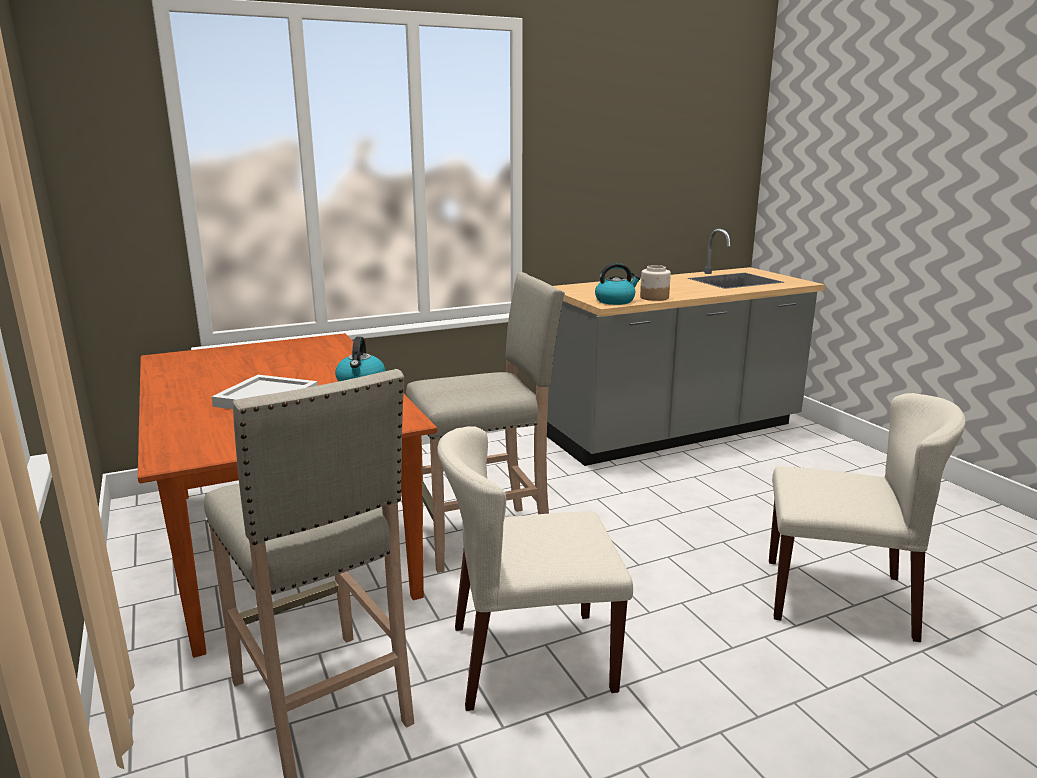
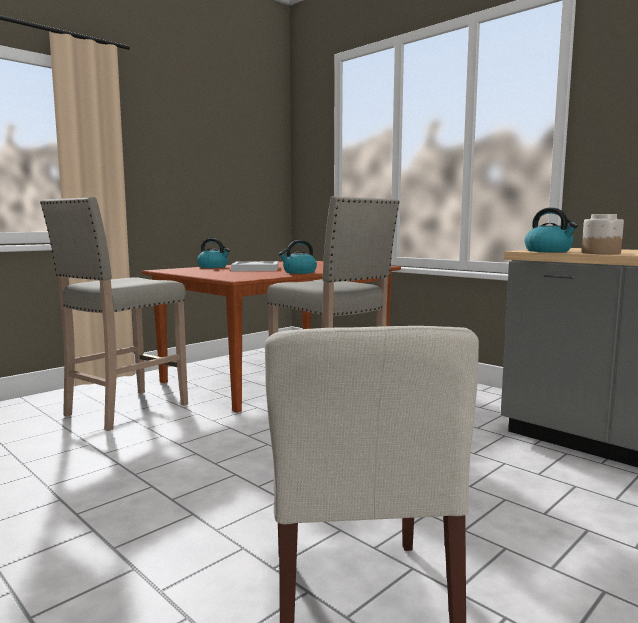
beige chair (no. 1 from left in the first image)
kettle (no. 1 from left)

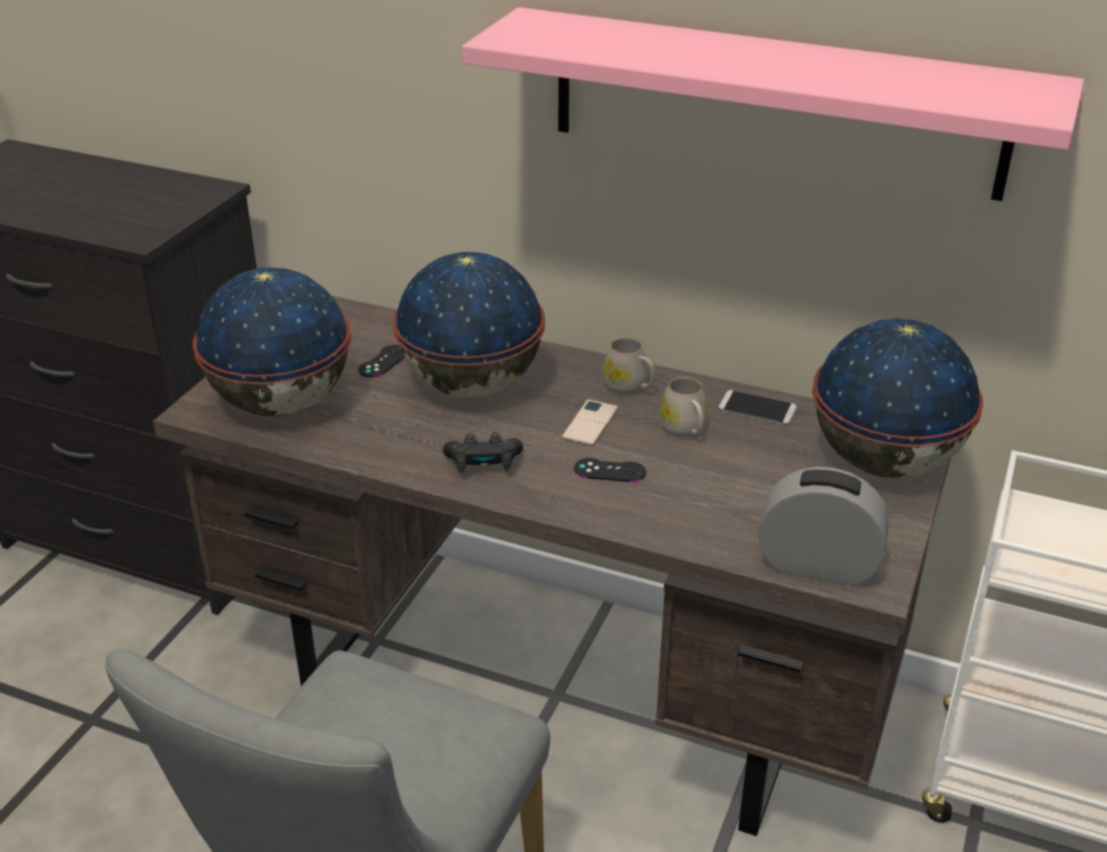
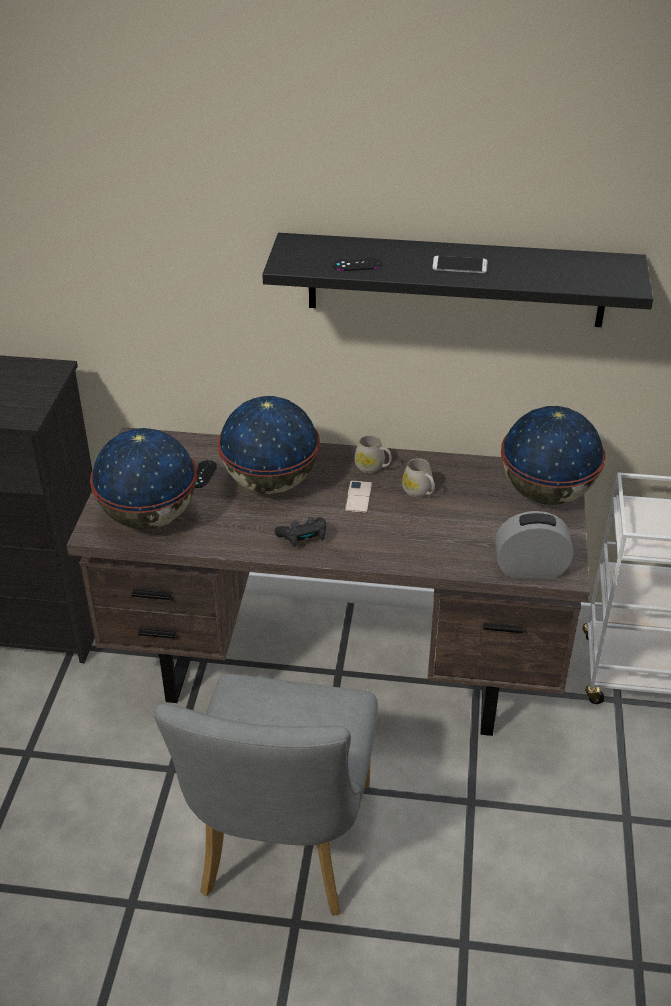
black shelf
black game controller (no. 3 from left)
phone (no. 2 from left)

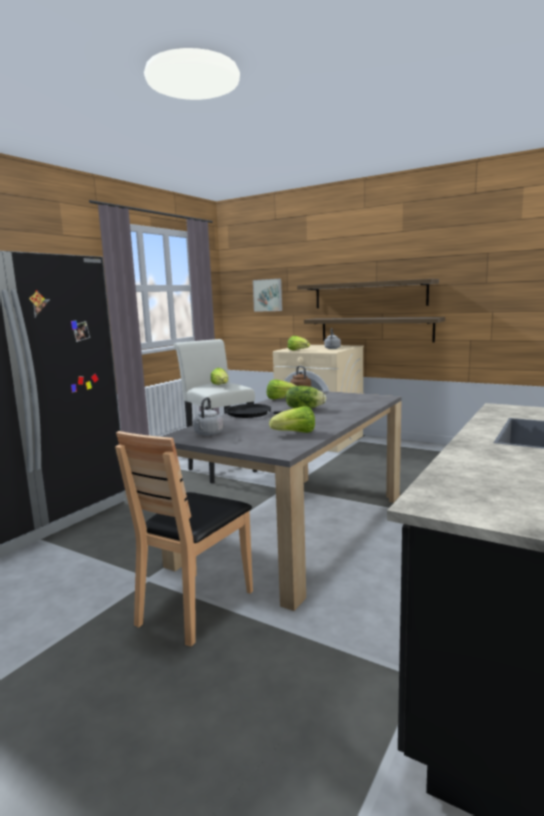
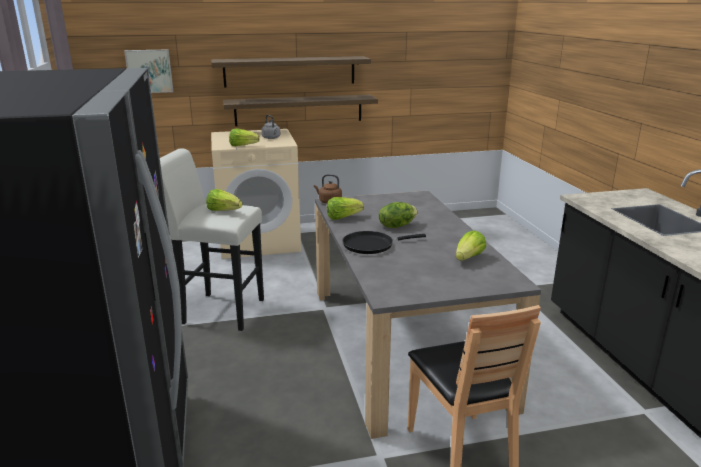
grey kettle (no. 1 from left in the first image)

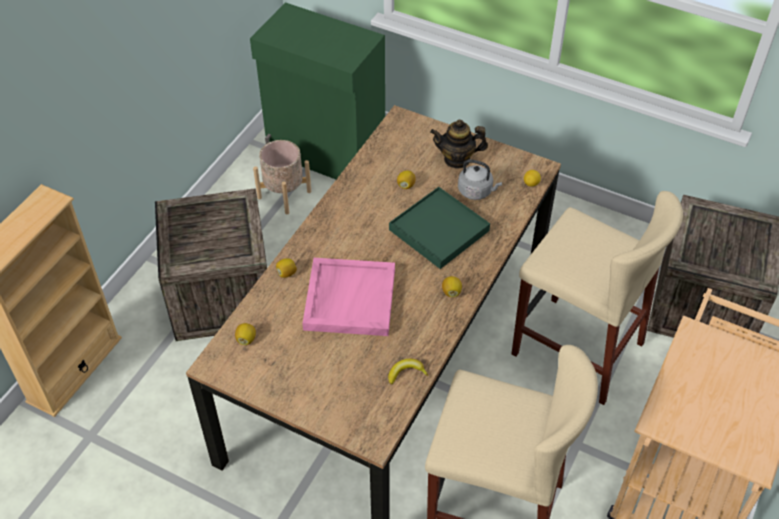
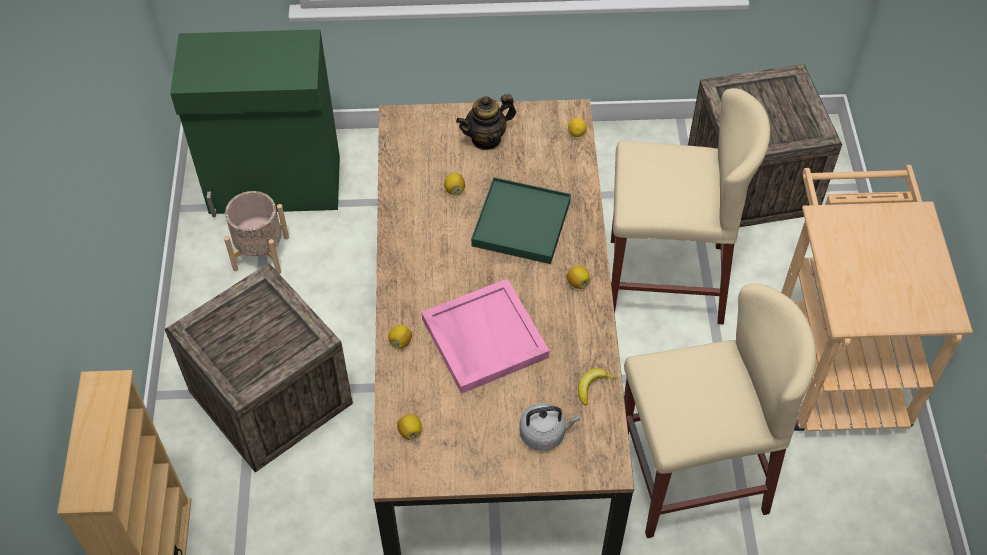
grey kettle

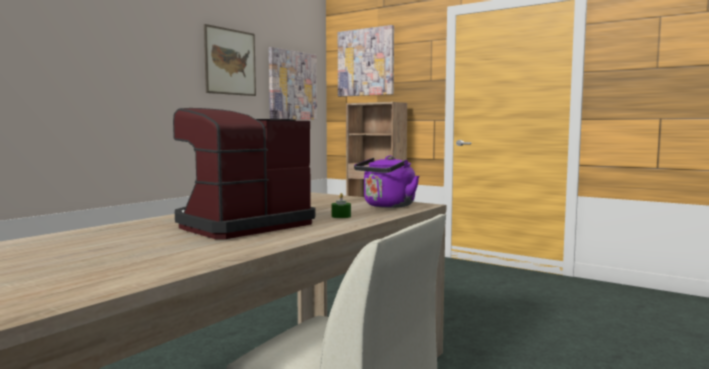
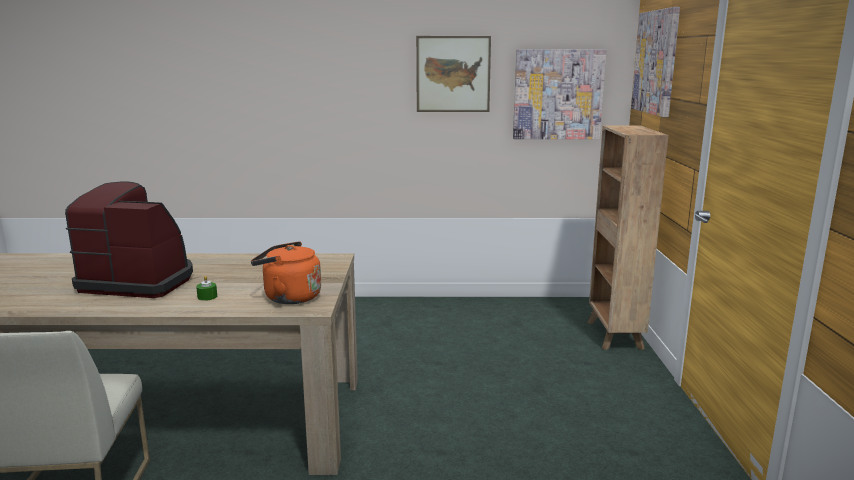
orange kettle

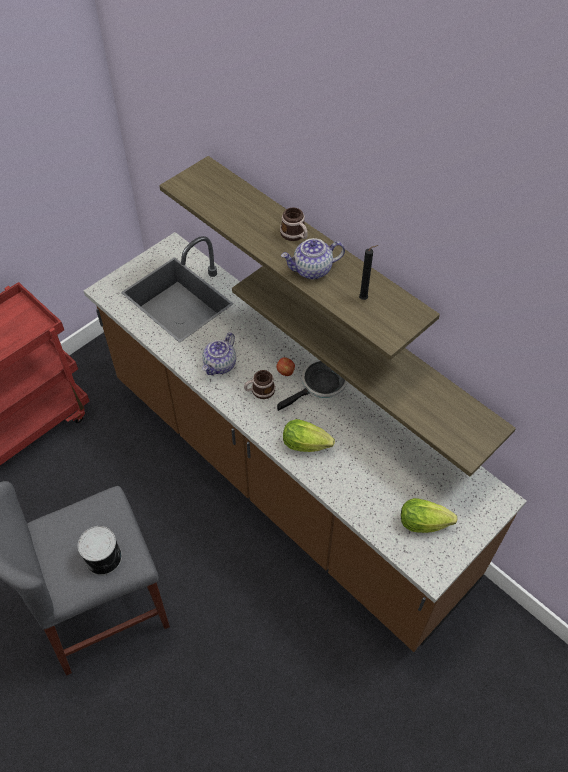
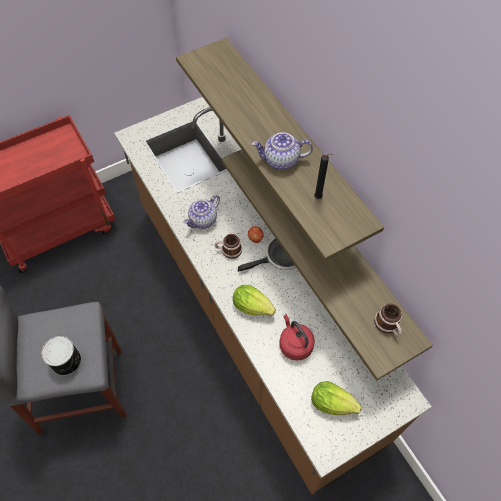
mug (no. 2 from left)
red kettle

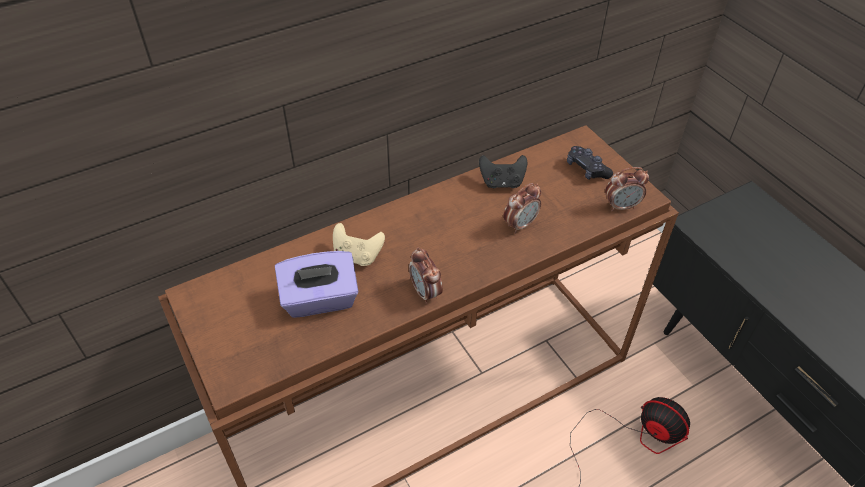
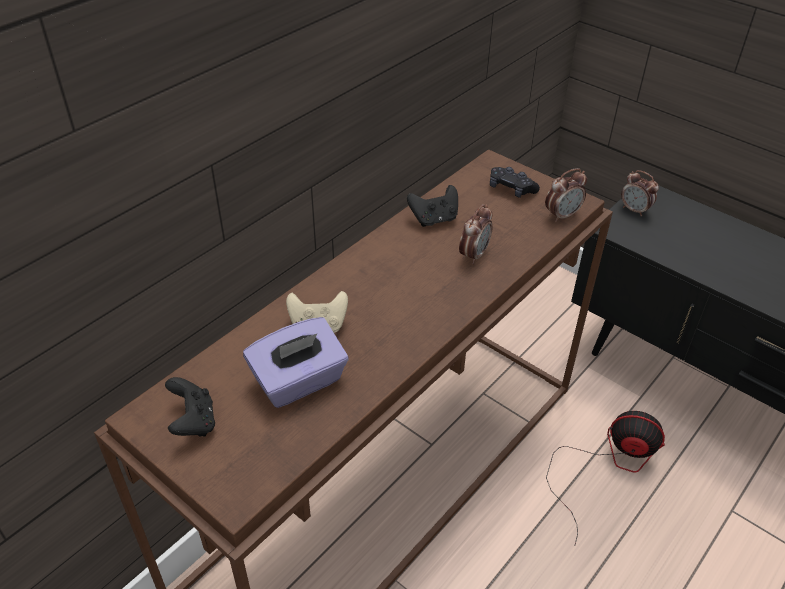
alarm clock (no. 3 from left)
black game controller (no. 1 from left)

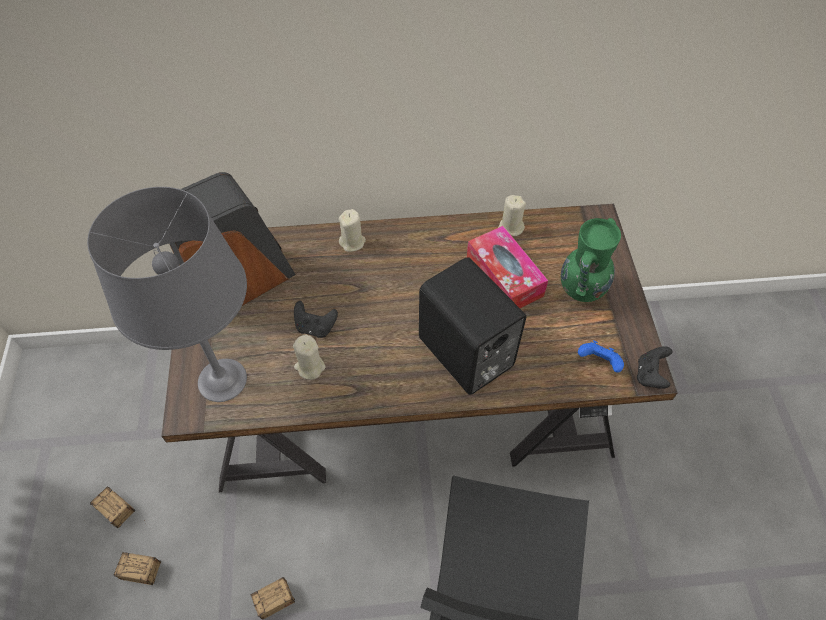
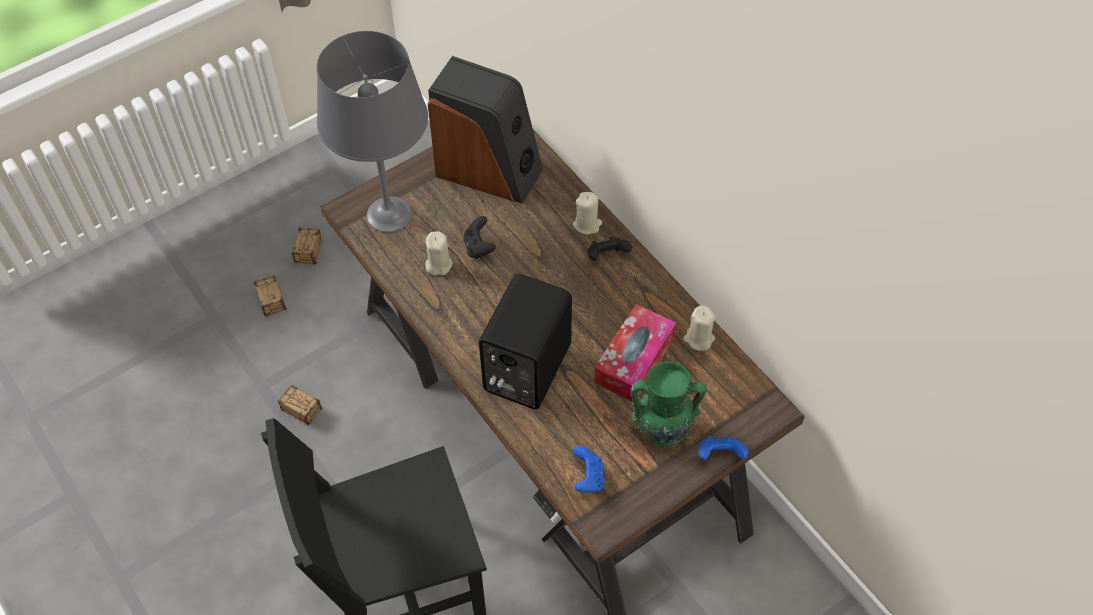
black game controller (no. 2 from left)
blue game controller (no. 2 from left)

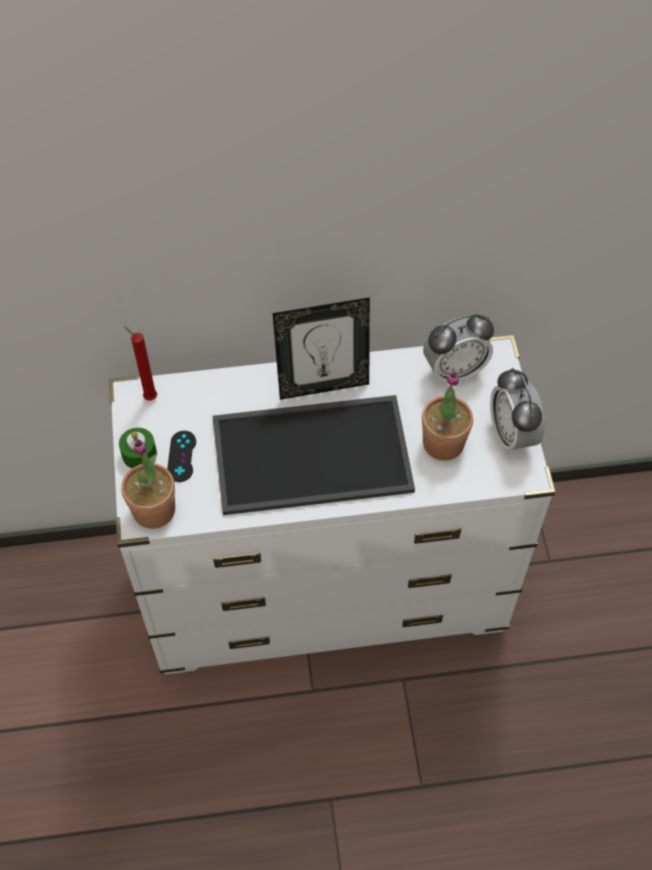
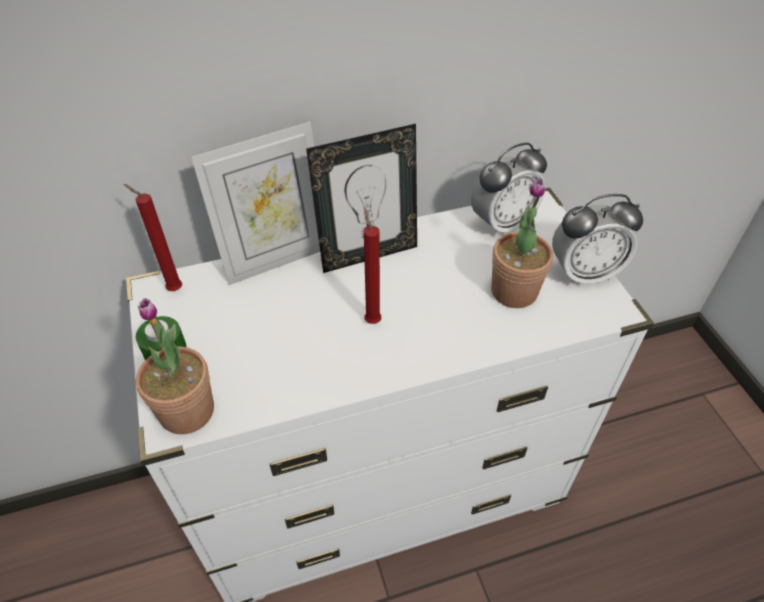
black game controller
red candle (no. 2 from left)
alarm clock (no. 2 from left)
picture frame (no. 1 from left)

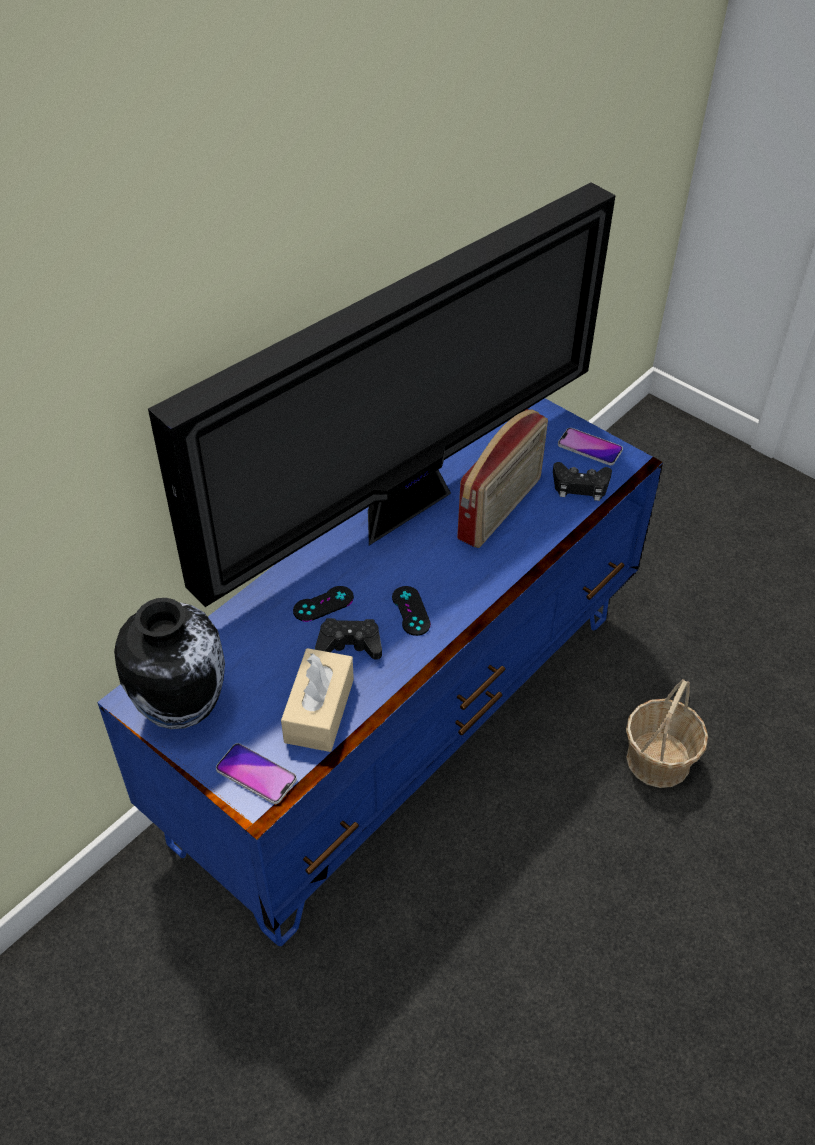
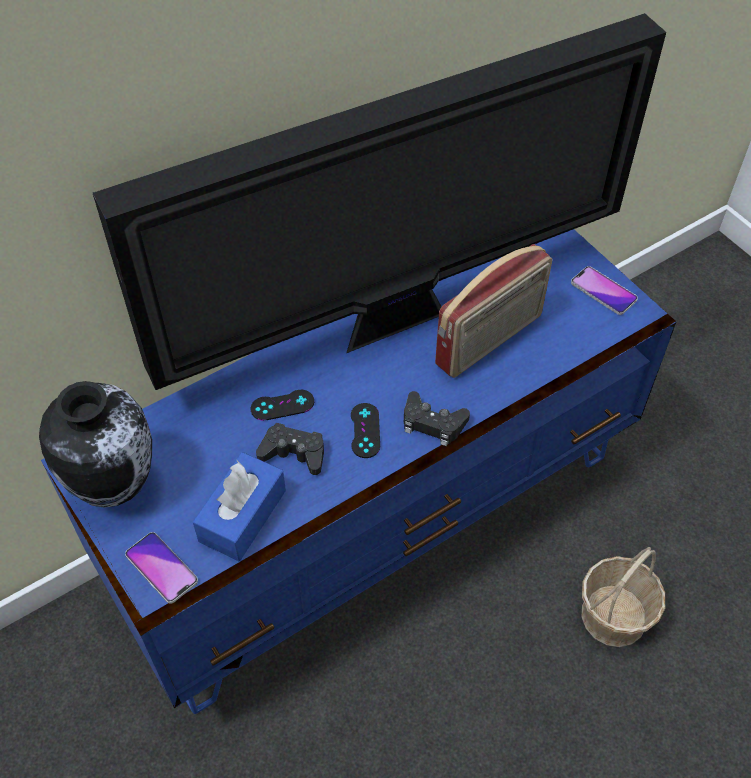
blue tissue box
black game controller (no. 4 from left)

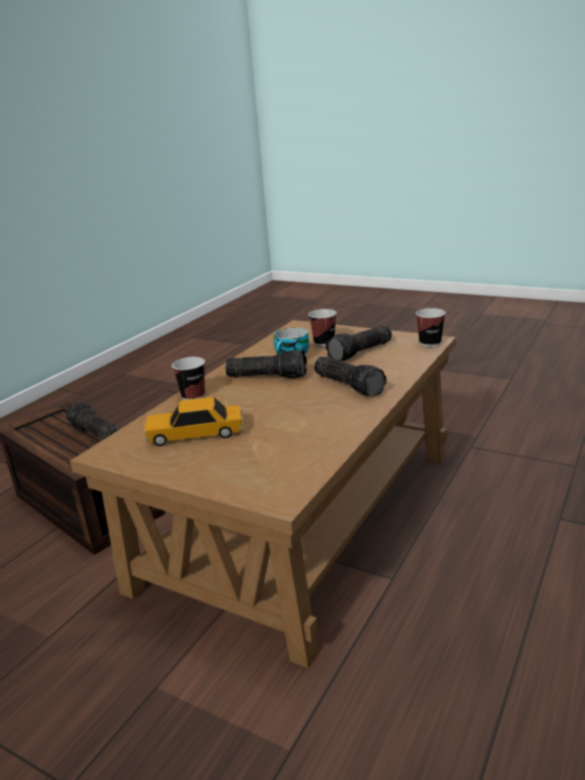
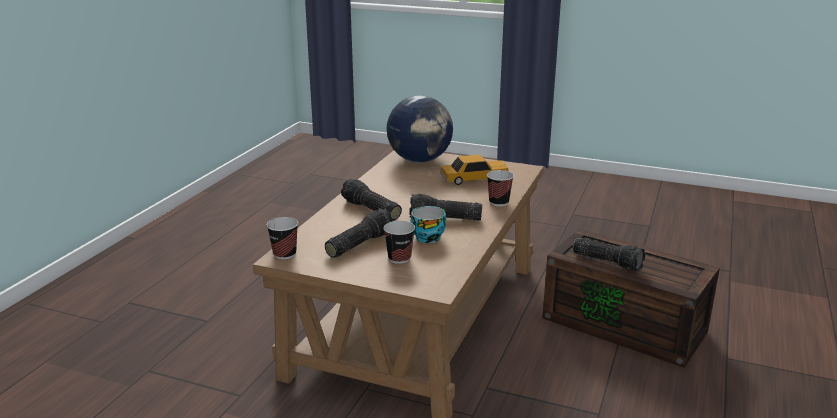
globe

